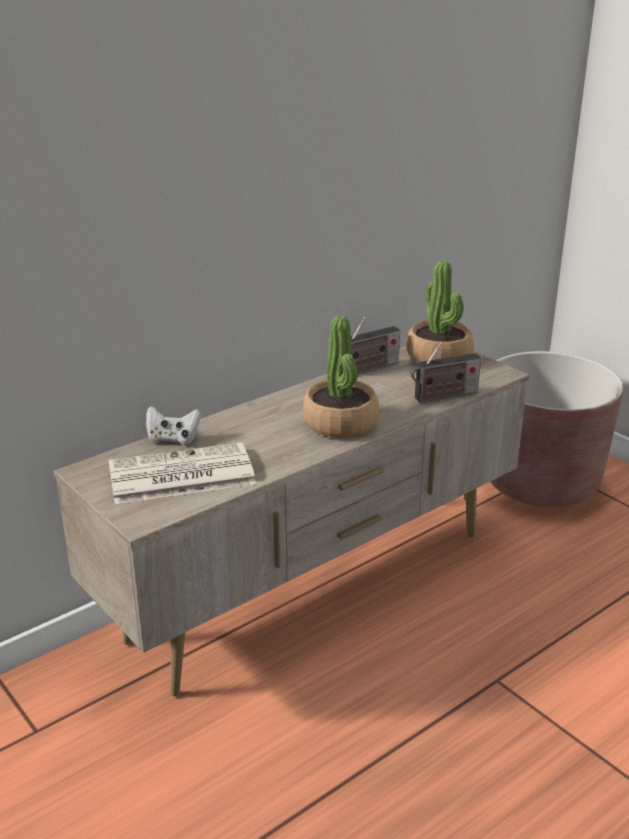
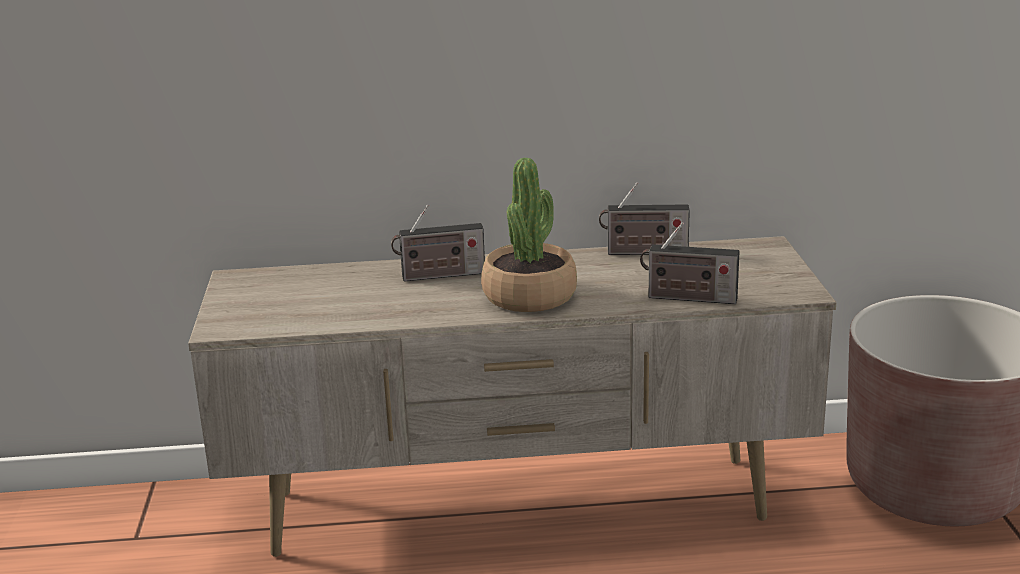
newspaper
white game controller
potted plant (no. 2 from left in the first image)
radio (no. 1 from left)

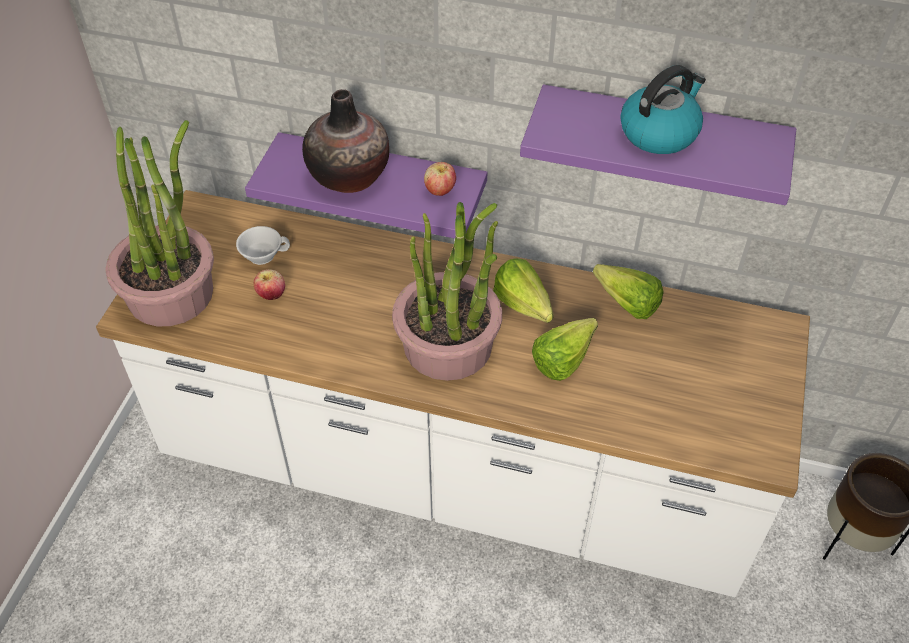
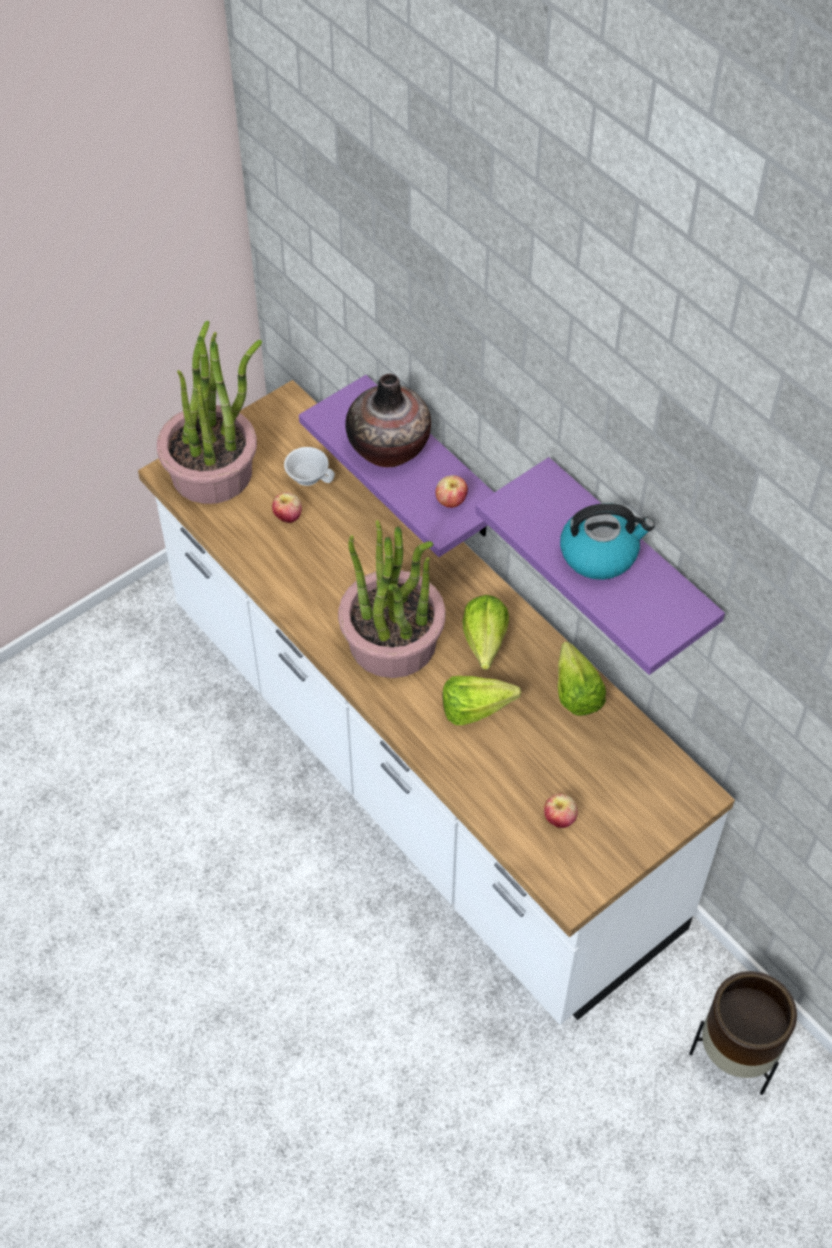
apple (no. 3 from left)

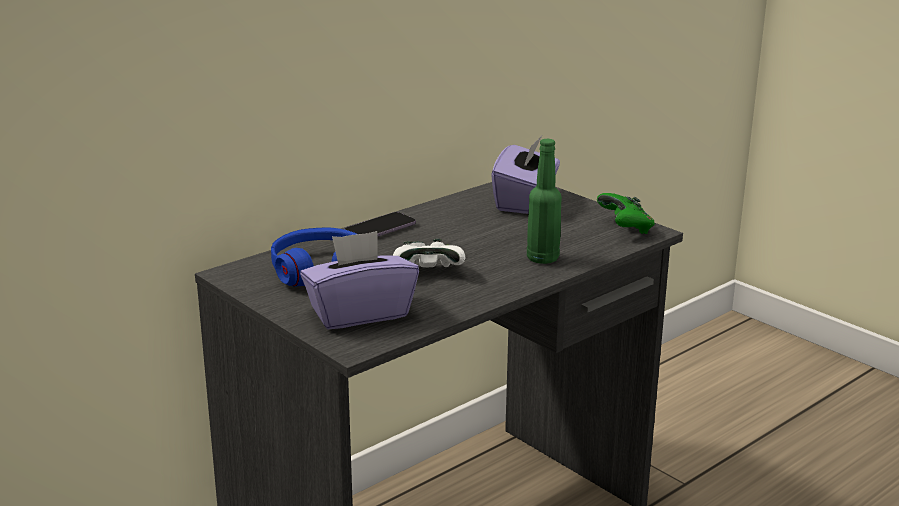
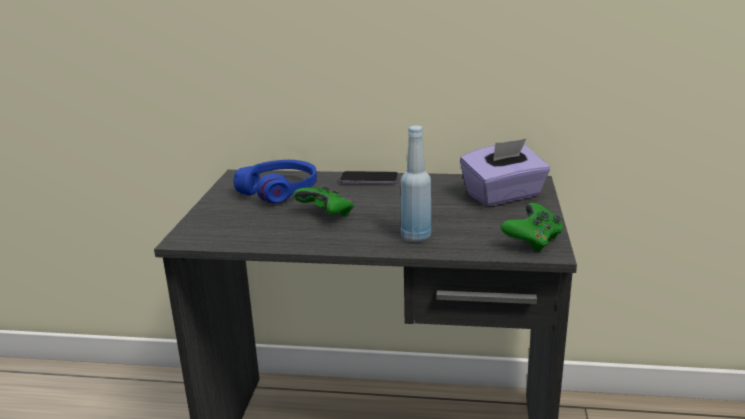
purple tissue box (no. 1 from left in the first image)
green game controller (no. 1 from left)
blue bottle

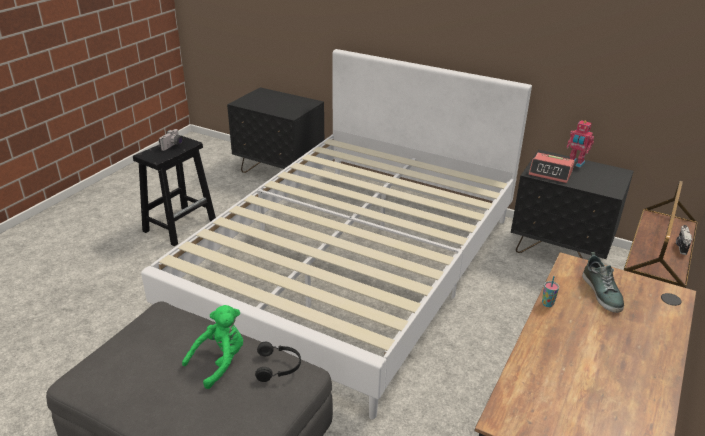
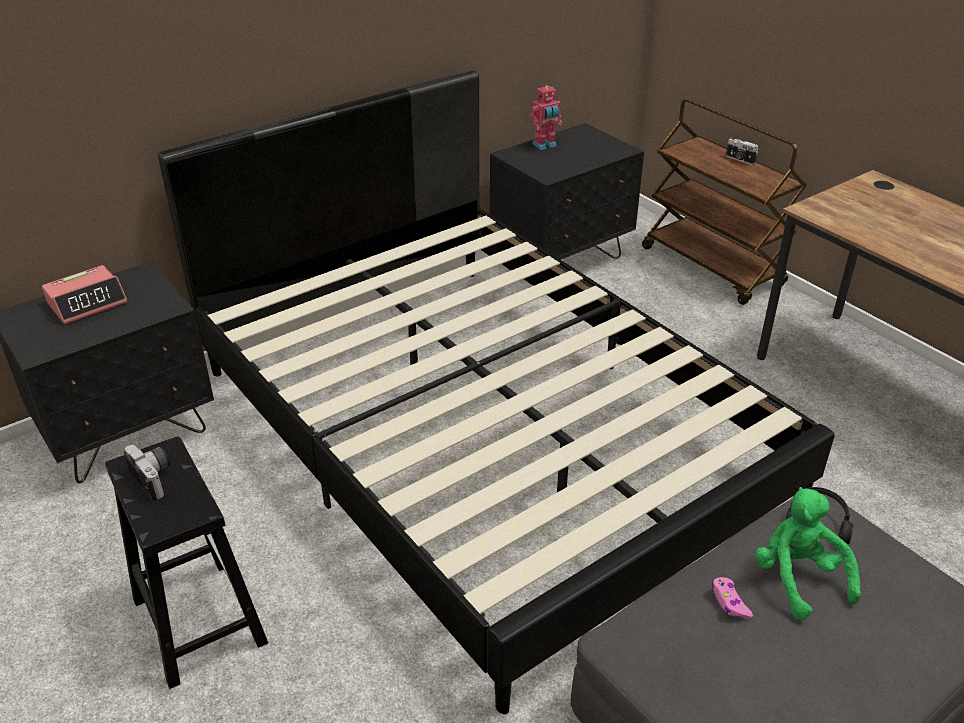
black bed
alarm clock
cup
shoe
pink game controller

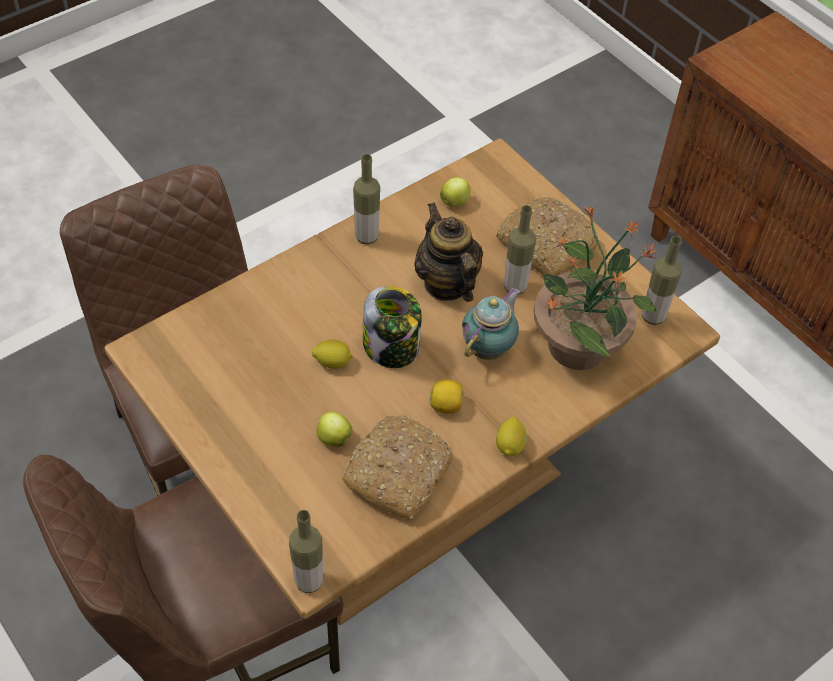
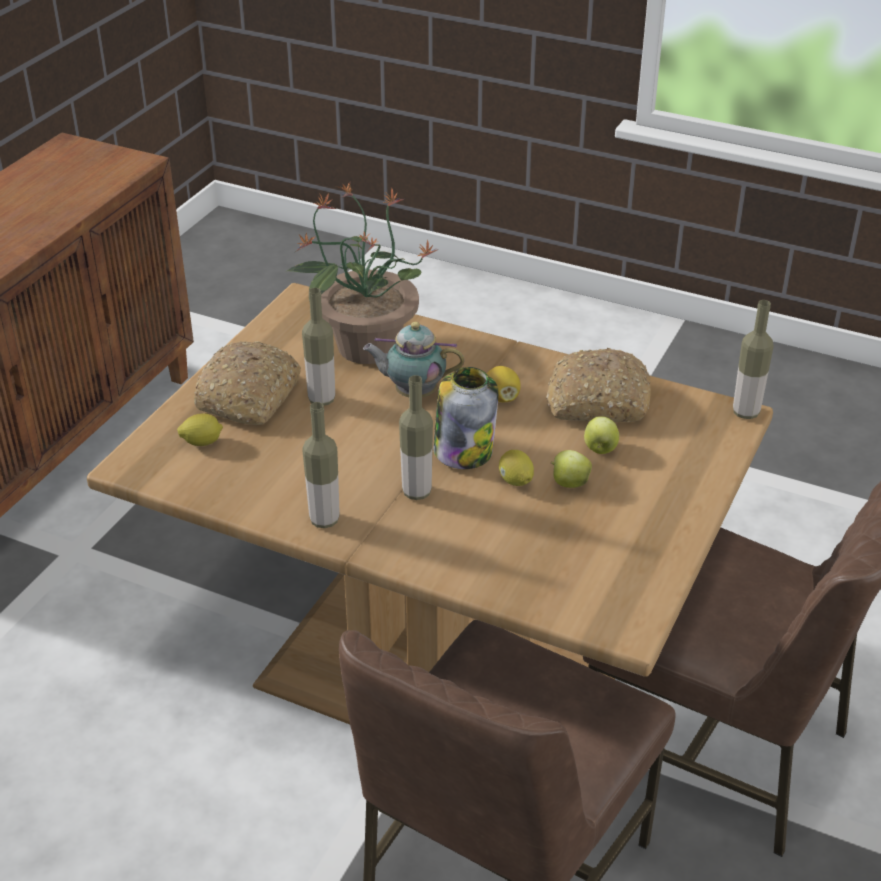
teapot (no. 1 from left in the first image)
apple (no. 1 from left)
lemon (no. 1 from left)
bottle (no. 3 from left)

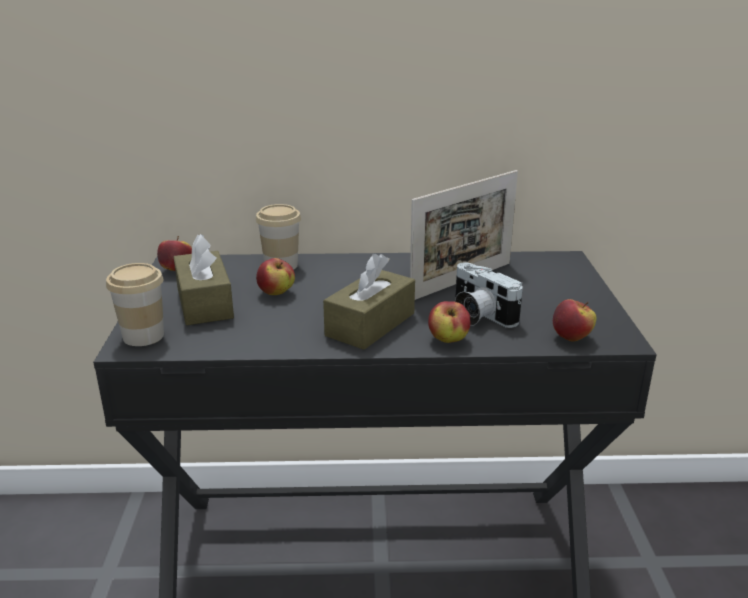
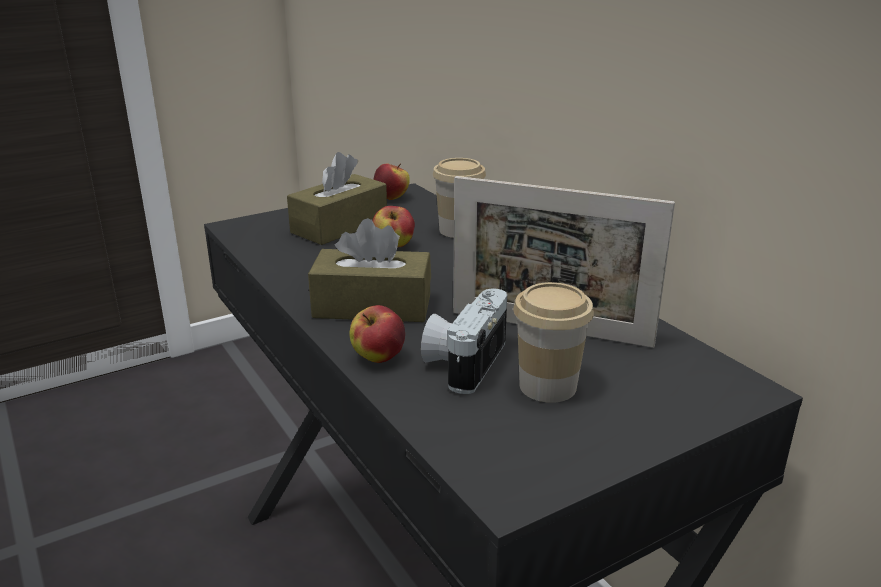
cup (no. 2 from left)
apple (no. 4 from left in the first image)

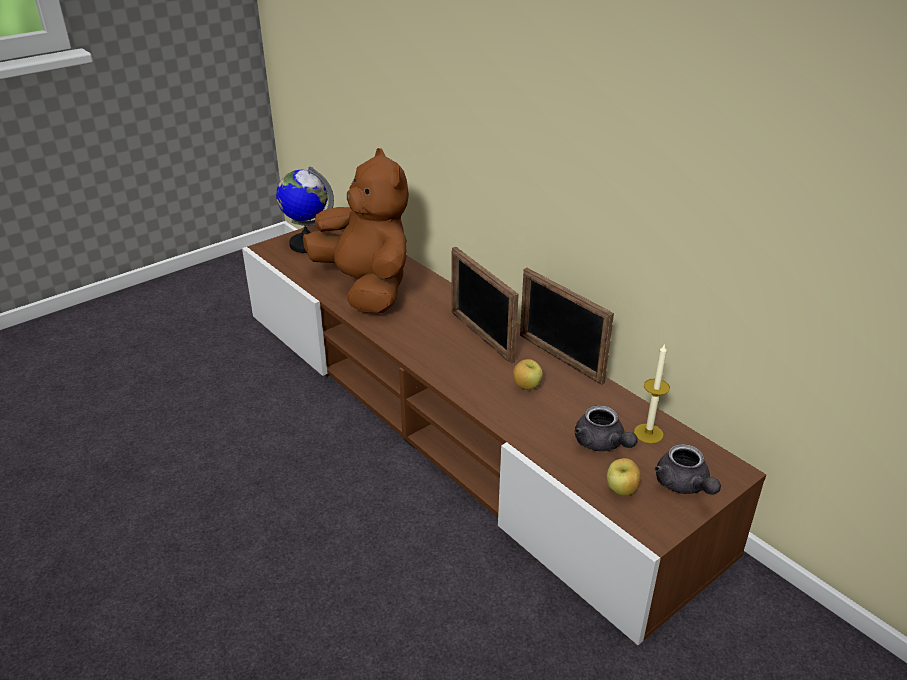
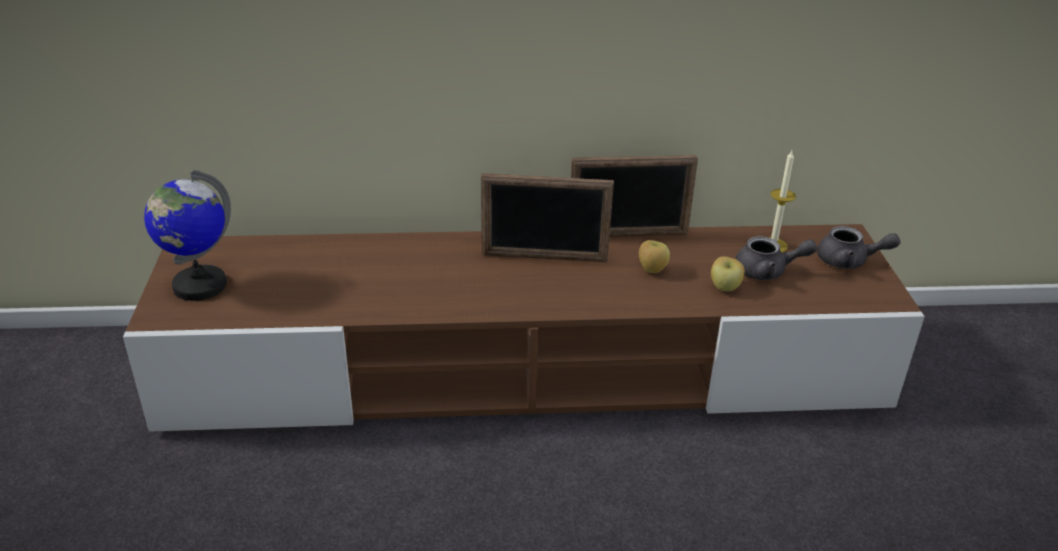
brown plush toy
apple (no. 2 from left)

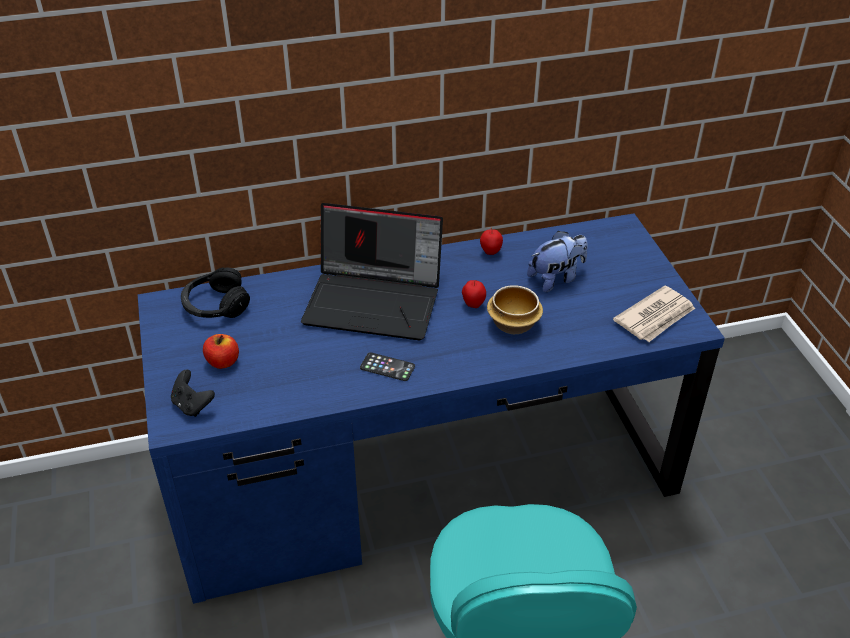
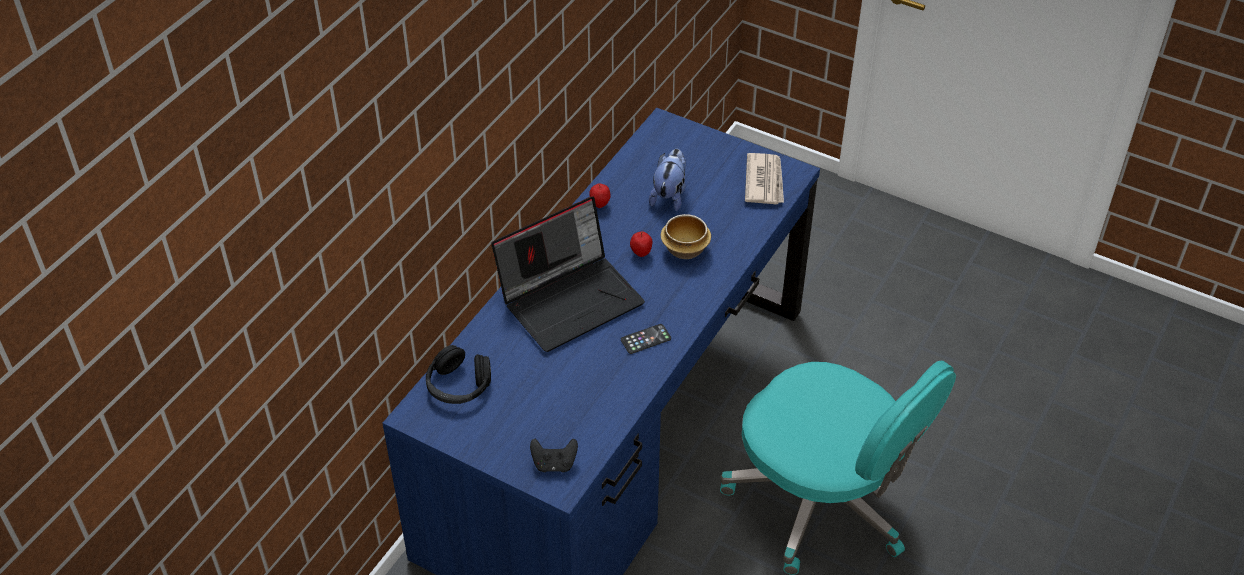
apple (no. 1 from left in the first image)

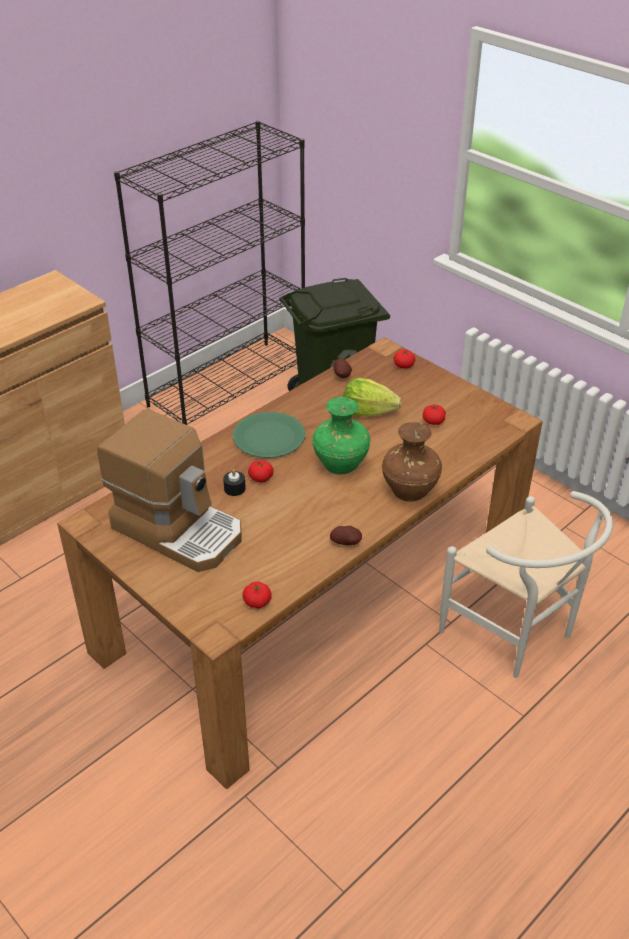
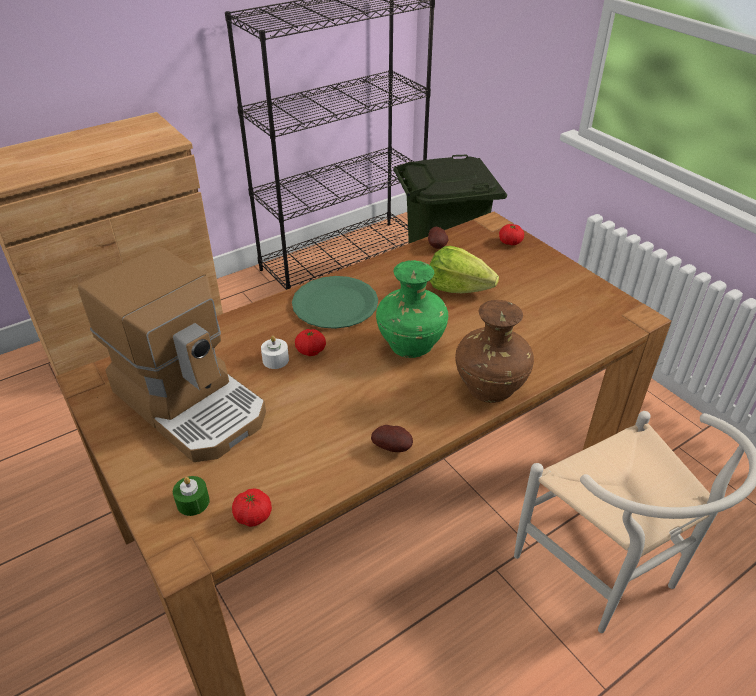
white candle
tomato (no. 4 from left in the first image)
green candle

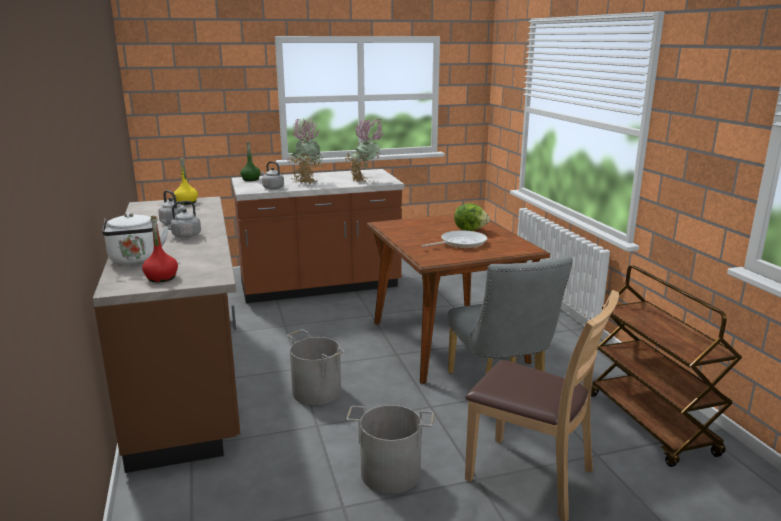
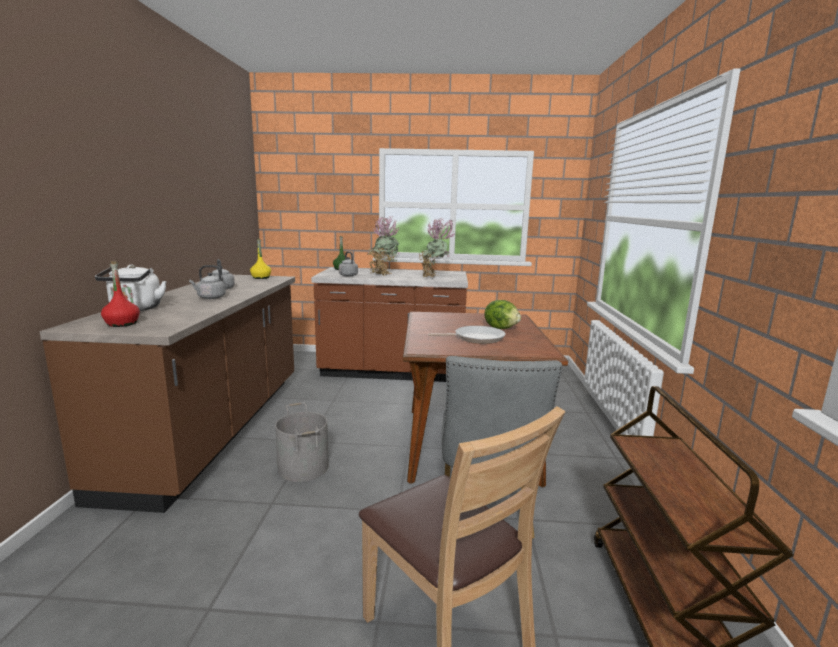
grey bucket (no. 2 from left in the first image)

